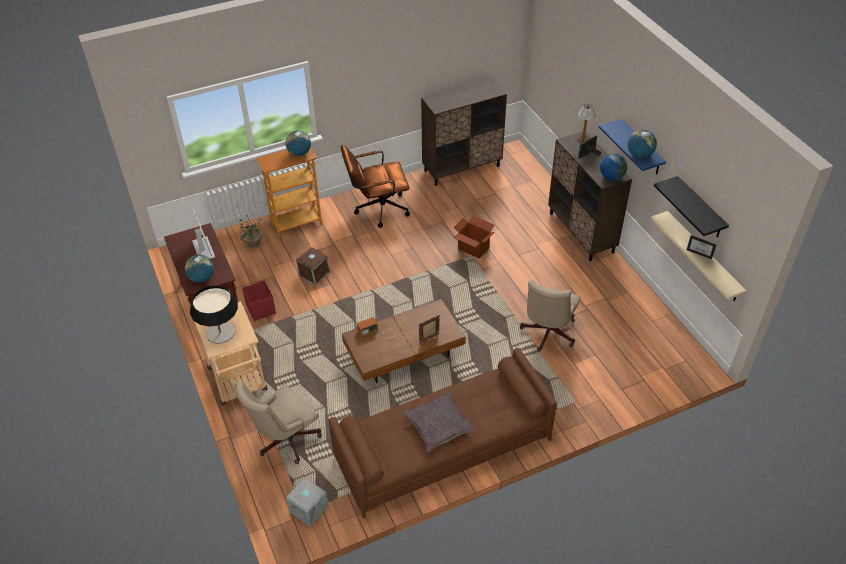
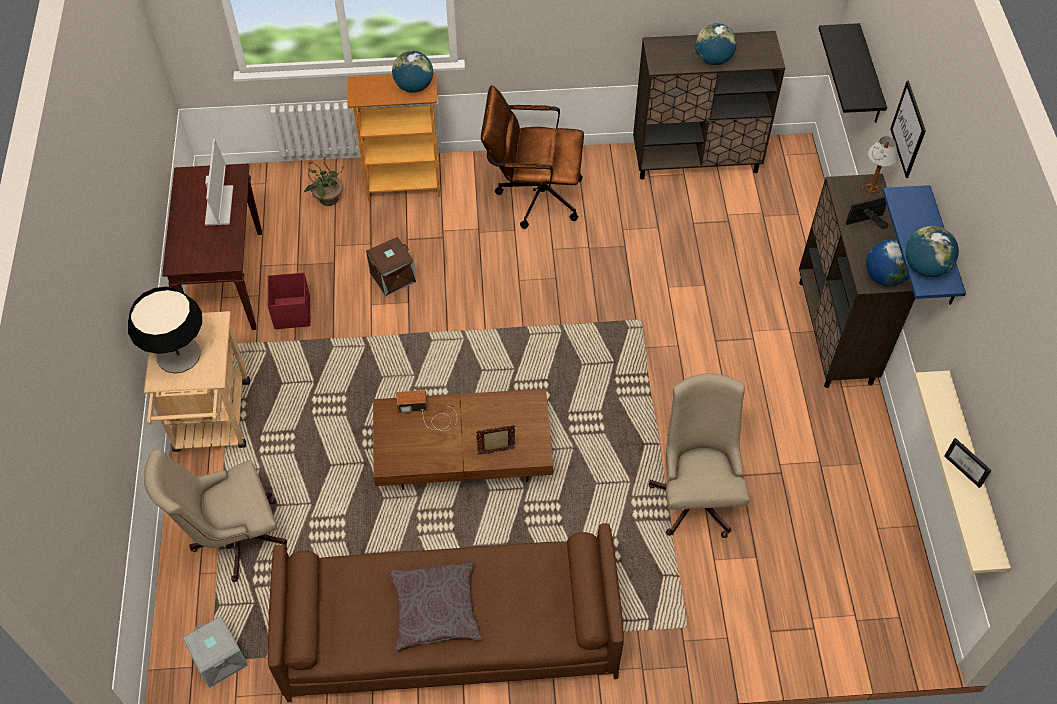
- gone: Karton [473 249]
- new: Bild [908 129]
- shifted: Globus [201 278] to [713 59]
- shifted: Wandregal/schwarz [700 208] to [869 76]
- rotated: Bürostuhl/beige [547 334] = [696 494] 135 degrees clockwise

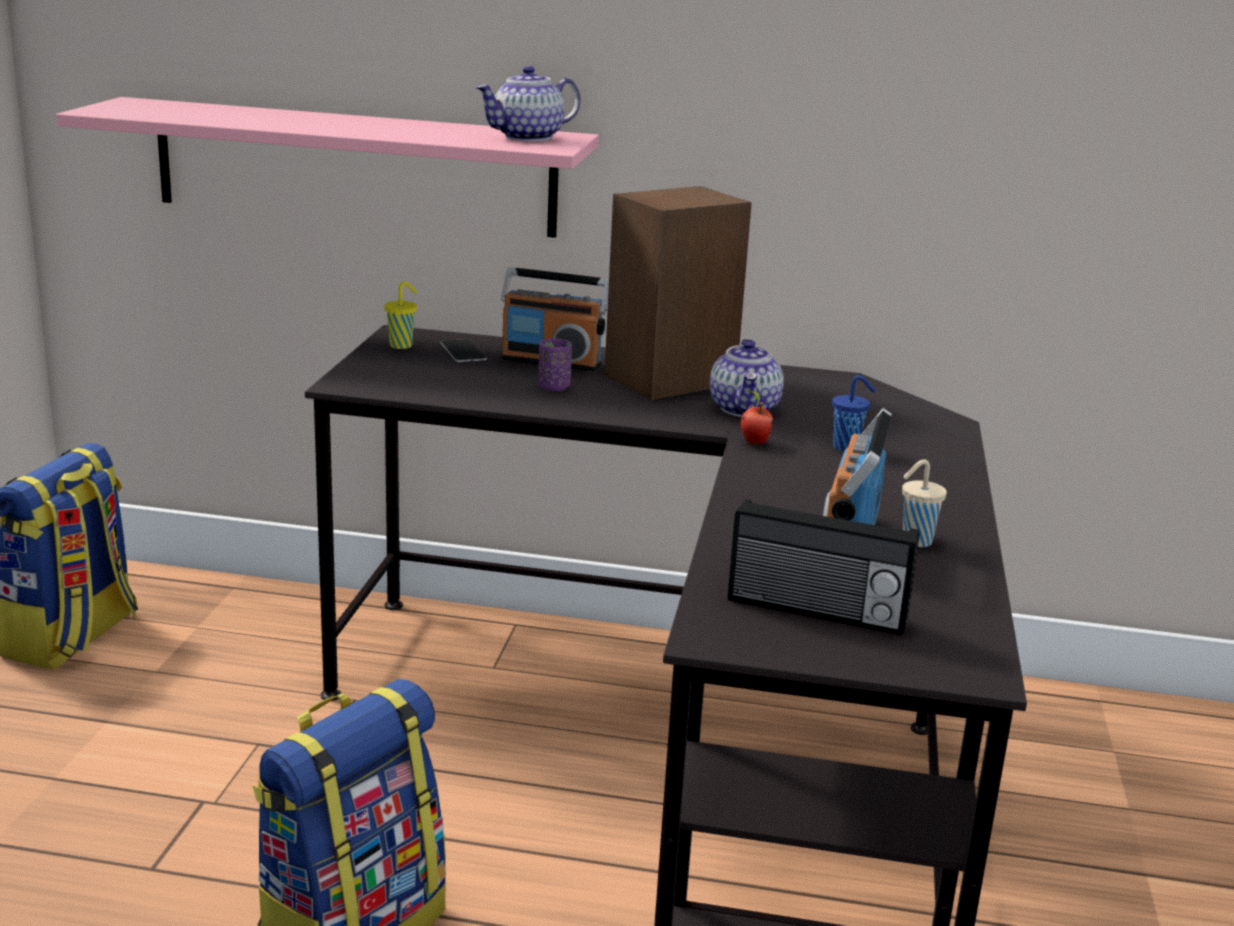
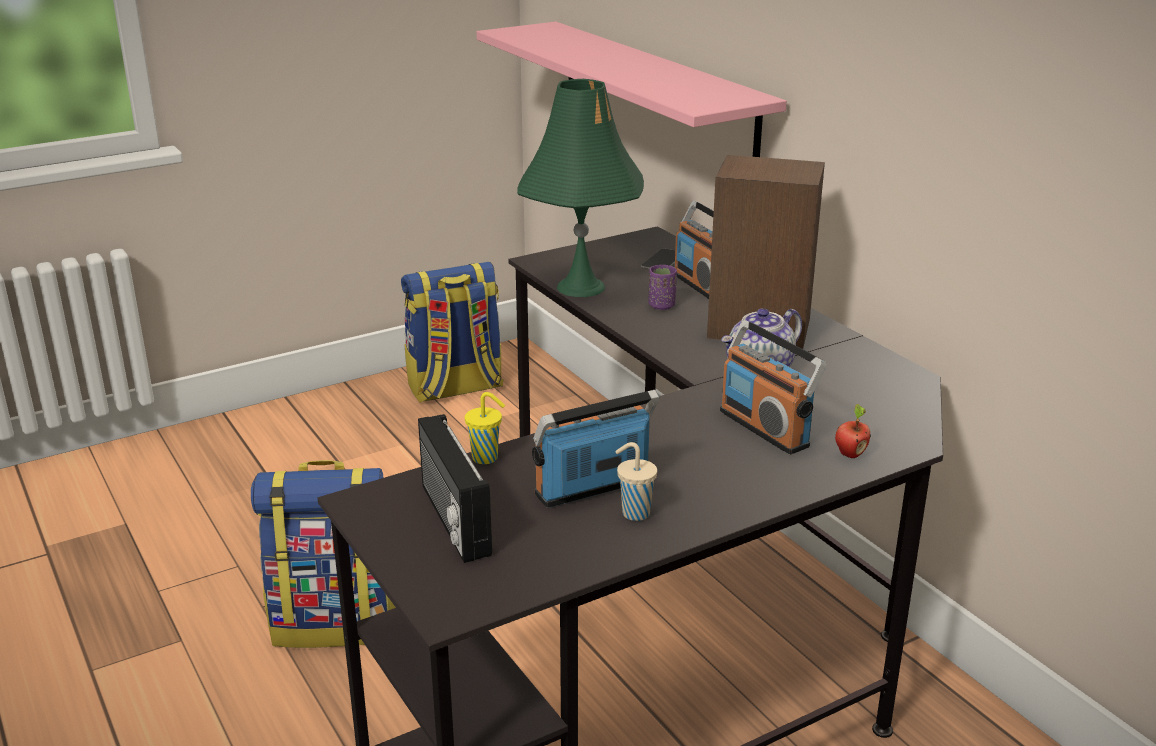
- gone: Teekanne [527 137]
- new: Tischlampe/grün [581 287]
- shifted: Tasse/gelb [402 345] to [486 458]
- shifted: Apfel [754 442] to [850 454]
- swapped: Tasse/blau [847 447] to Radio [765 428]

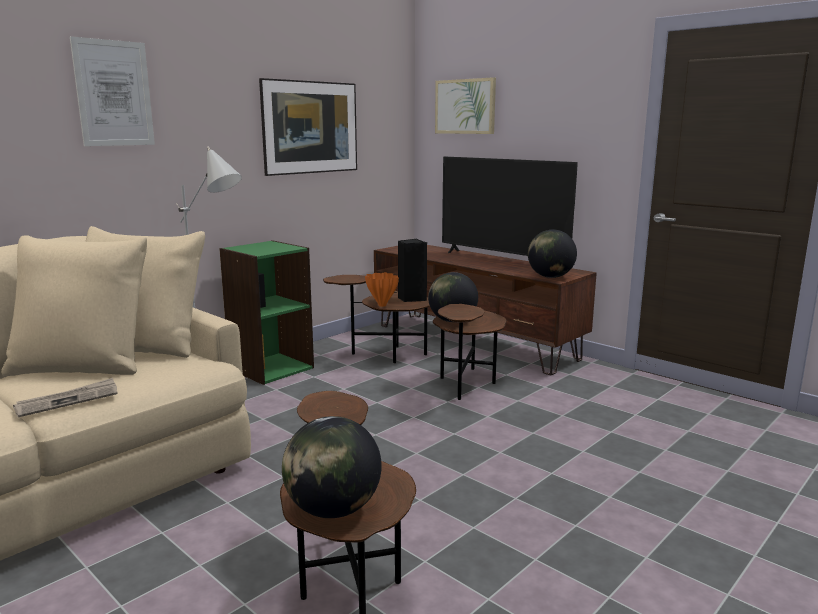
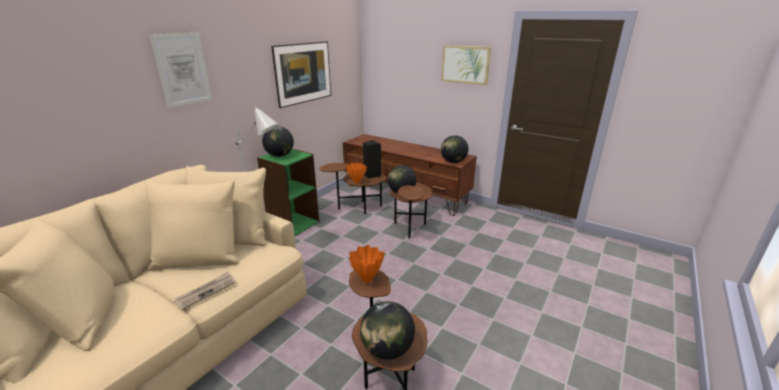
- gone: Fernseher [502 260]
- new: Globus [280 155]
- new: Vase/orange [367 280]
- shifted: Bild [465 106] to [465 64]

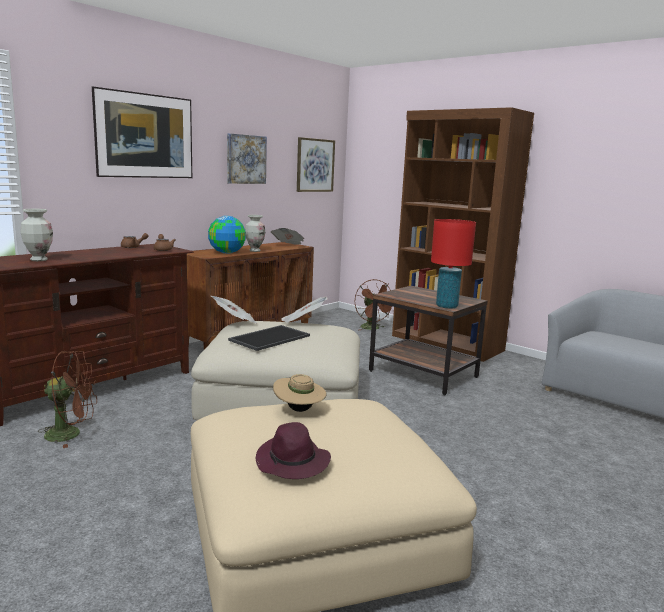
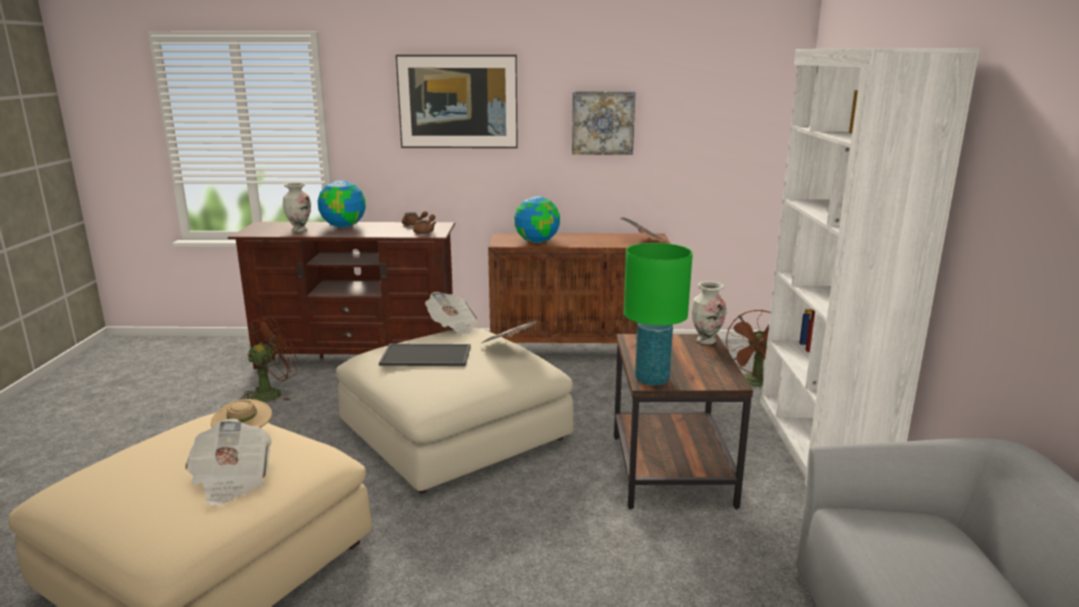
- gone: Hut/lila [293 462]
- gone: Bild [315 165]
- new: Zeitung [232 481]
- new: Globus [343 226]
- shifted: Vase [254 251] to [706 341]
- repainted: Bücherregal/braun [446 343] to Bücherregal/weiß [819 443]
- repainted: Tischlampe/rot [446 306] to Tischlampe/grün [651 379]
- rotated: Ventilator/braun [71 434] = [272 393] 90 degrees counterclockwise

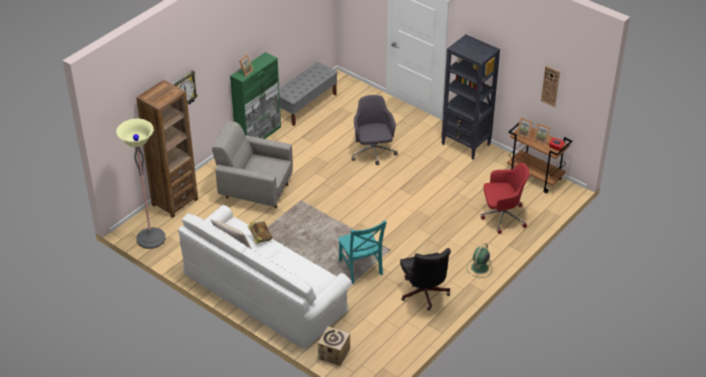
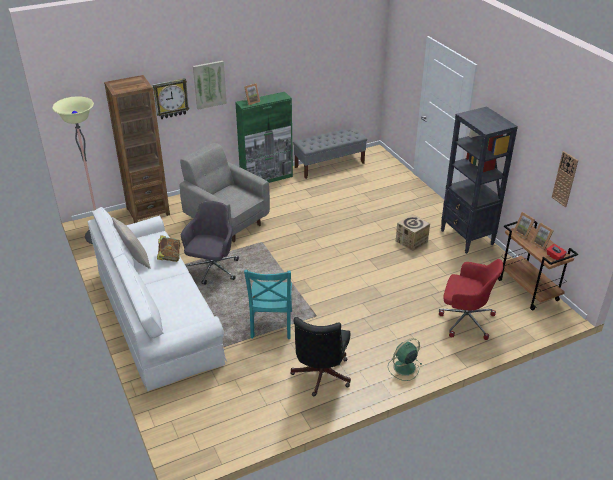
- new: Bild [209 84]
- shifted: Karton [334 354] to [411 241]
- shifted: Bürostuhl/grau [373 152] to [212 270]

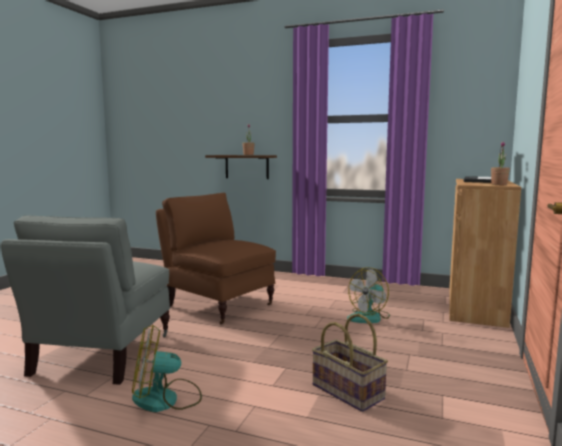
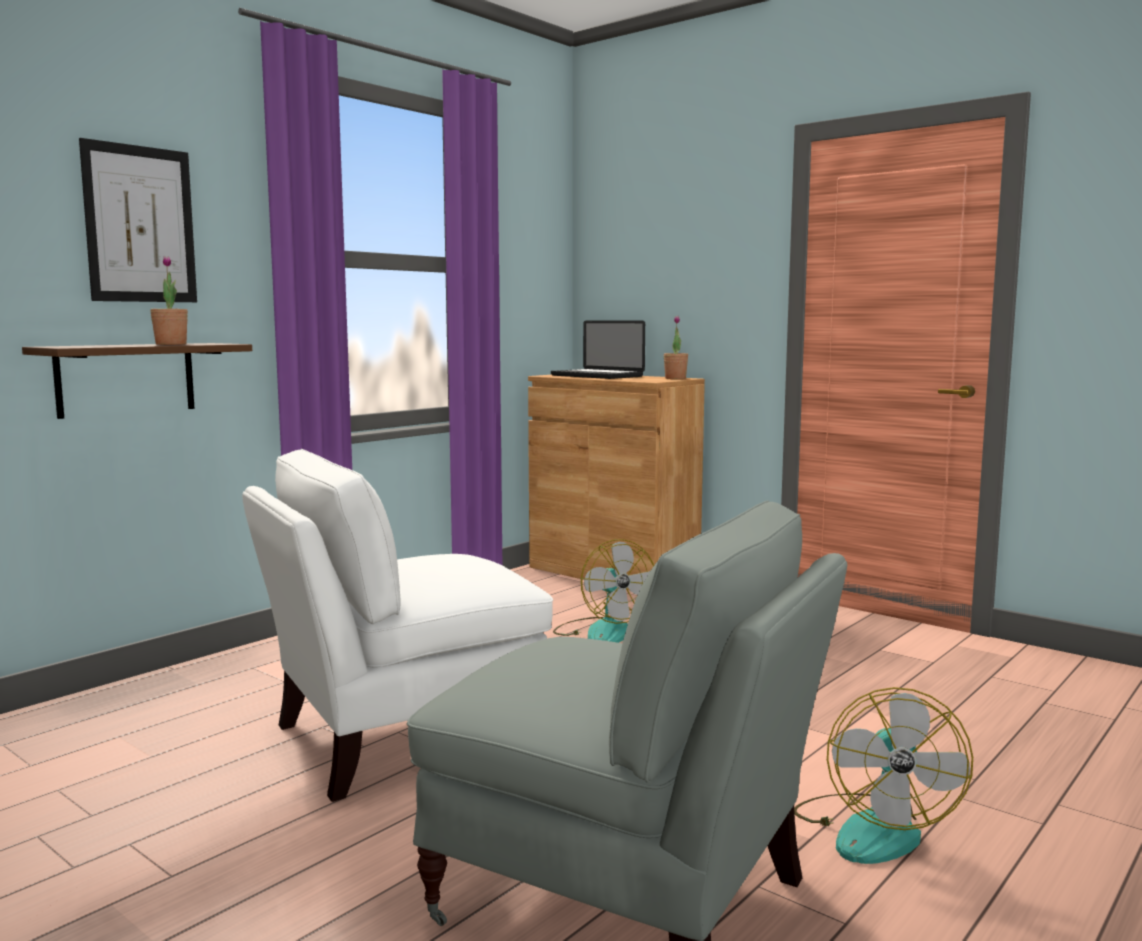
- gone: Korb [348 391]
- new: Bild [140 224]
- repainted: Sessel/braun [218 305] to Sessel/weiß [401 736]

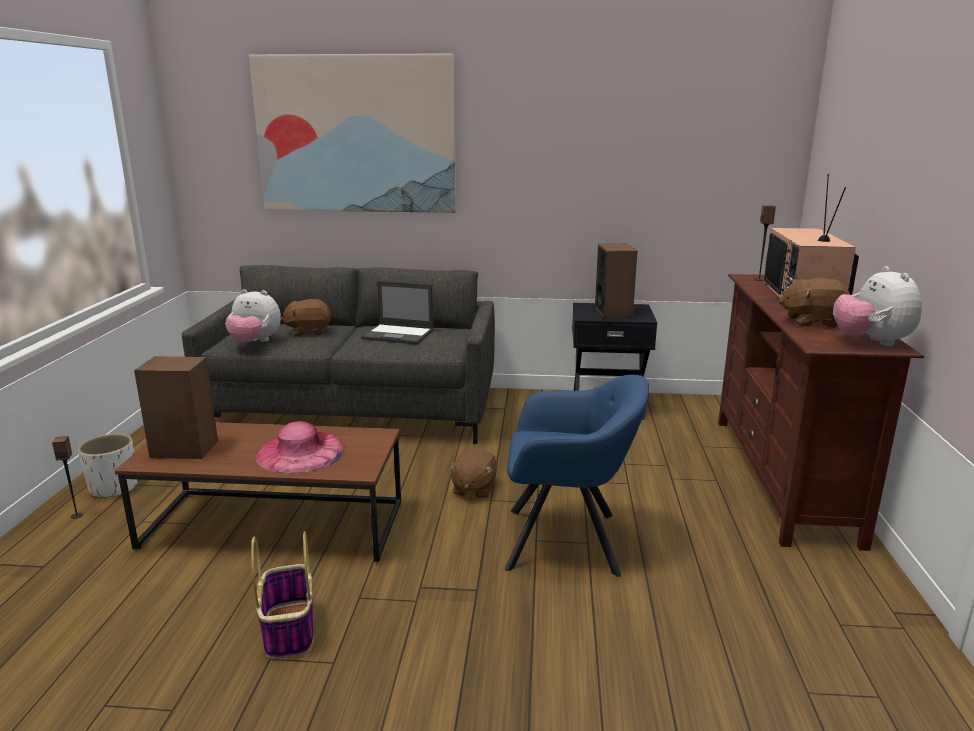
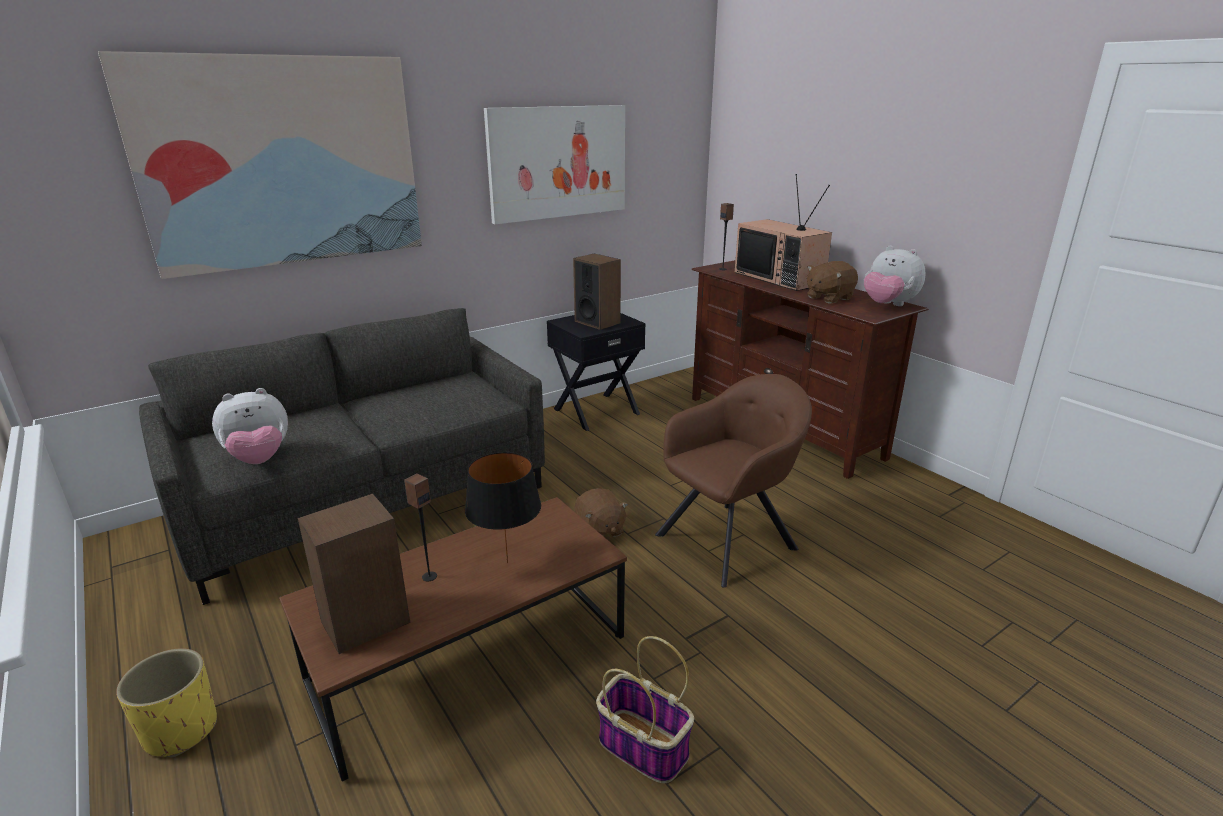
- gone: Plüschtier/braun [308 332]
- gone: Laptop [399 334]
- new: Bild [558 162]
- shifted: Lautsprecher [77 515] to [429 576]
- swapped: Hut/rosa [300 452] to Tischlampe/schwarz [507 562]
- repainted: Pflanzkübel/weiß [114 488] to Pflanzkübel/gelb [181 730]
- repainted: Sessel/blau [568 541] to Sessel/braun [730 539]

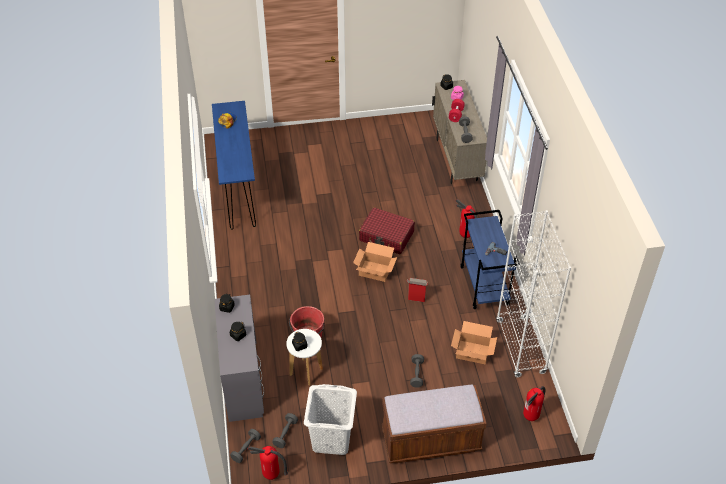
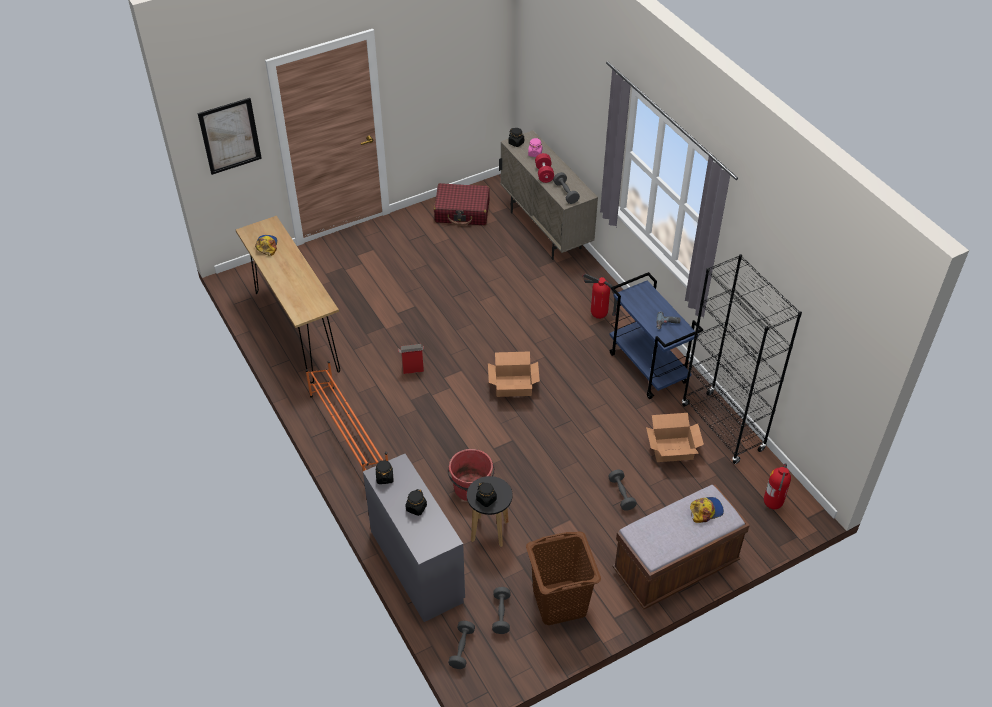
- gone: Feuerlöscher [271 475]
- new: Bild [230 136]
- new: Schuhregal/orange [349 435]
- new: Kappe [706 511]
- shifted: Koffer/rot [386 236] to [462 211]
- shifted: Karton [416 299] to [412 371]
- repainted: Konsolentisch/blau [238 189] to Konsolentisch/braun [296 331]
- repainted: Hocker/weiß [306 372] to Hocker/schwarz [490 531]
- repainted: Wäschekorb/weiß [331 439] to Wäschekorb/braun [559 603]
- repainted: Bücherregal/weiß [520 347] to Bücherregal/schwarz [722 428]

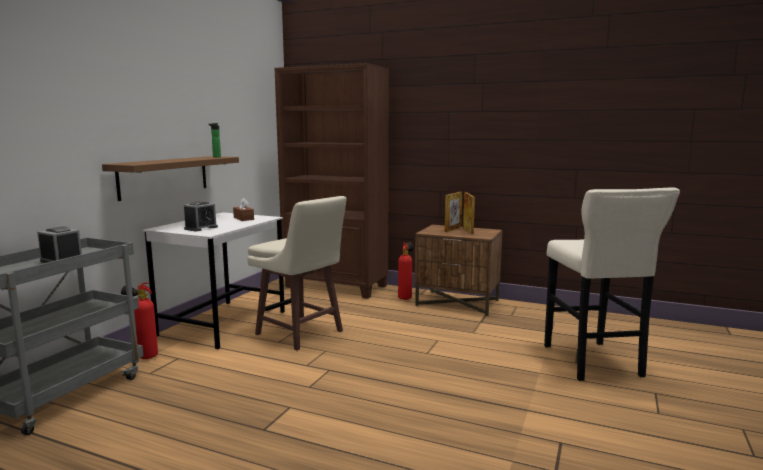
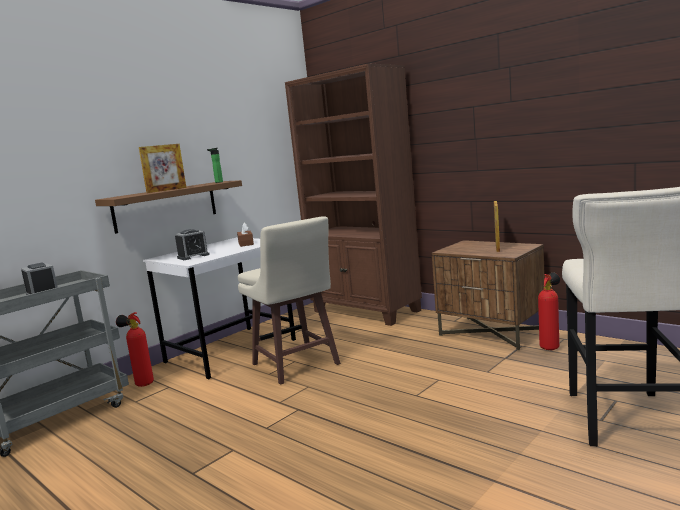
- shifted: Feuerlöscher [405 298] to [550 347]
- shifted: Bilderrahmen [453 229] to [166 190]

